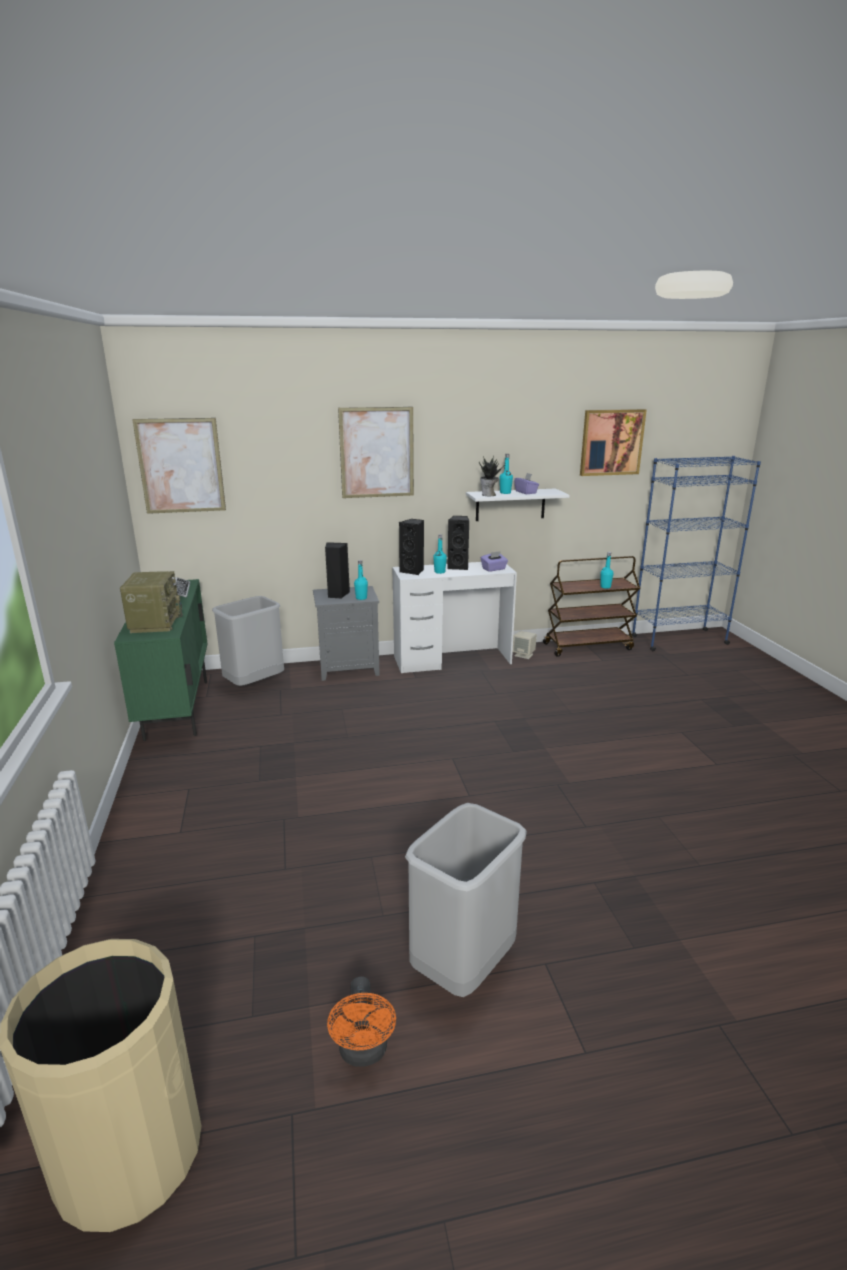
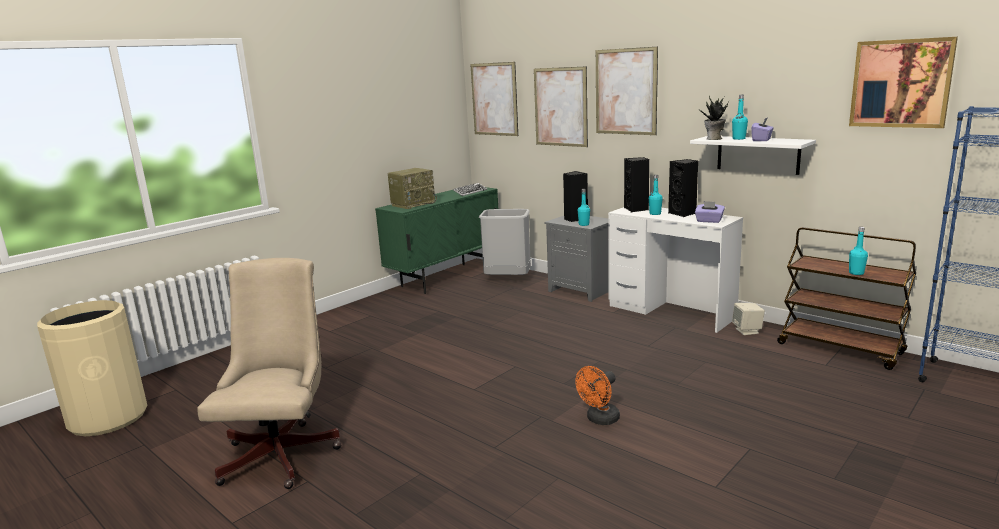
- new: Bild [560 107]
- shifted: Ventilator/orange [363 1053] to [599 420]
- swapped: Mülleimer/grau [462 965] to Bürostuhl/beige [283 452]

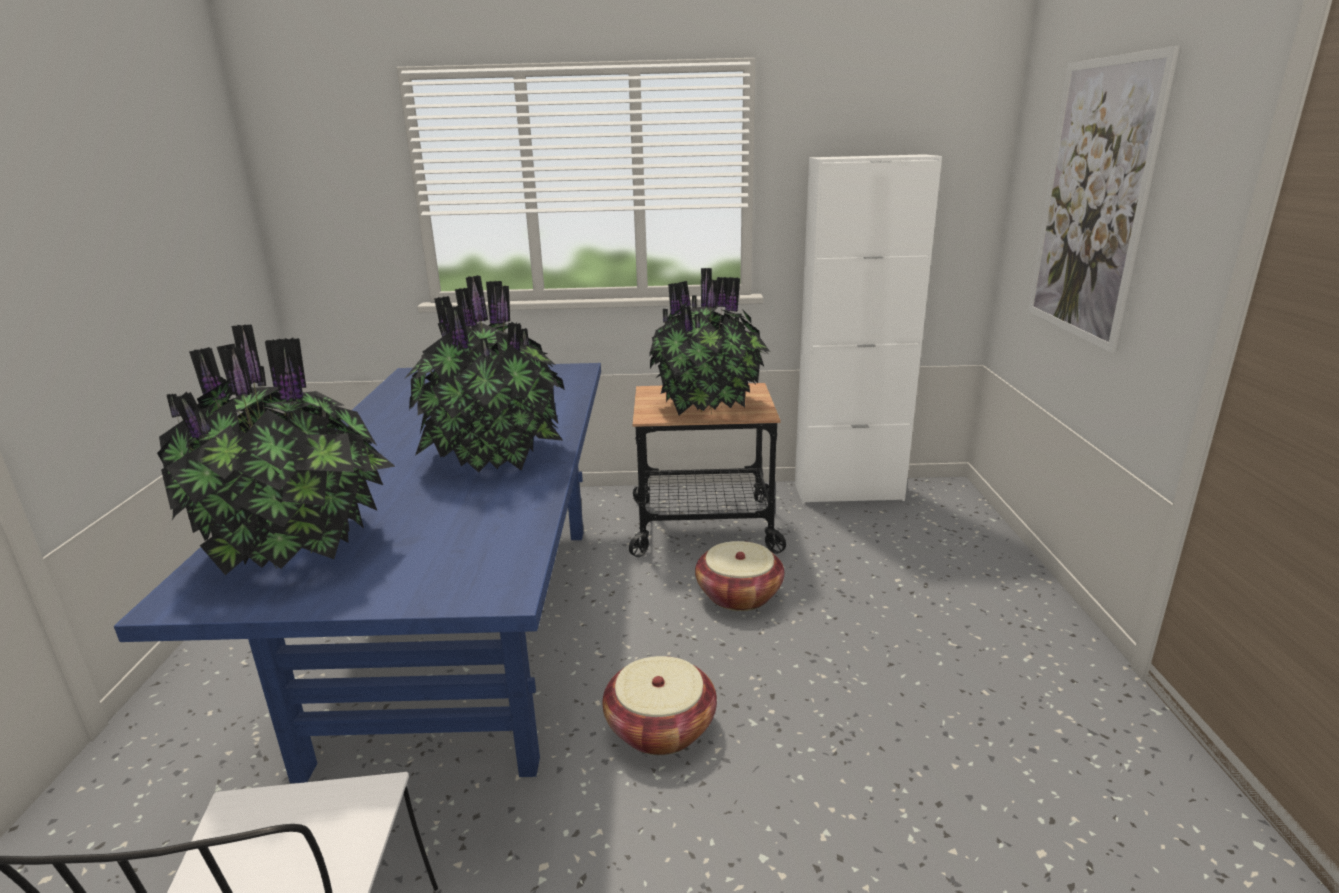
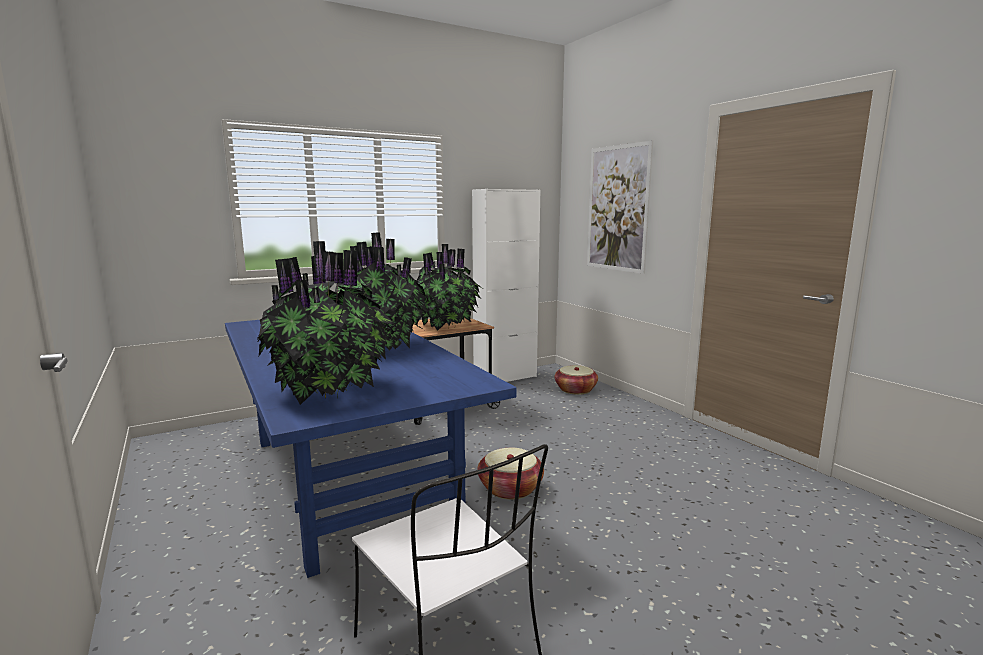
- shifted: Korb [739 594] to [575 390]

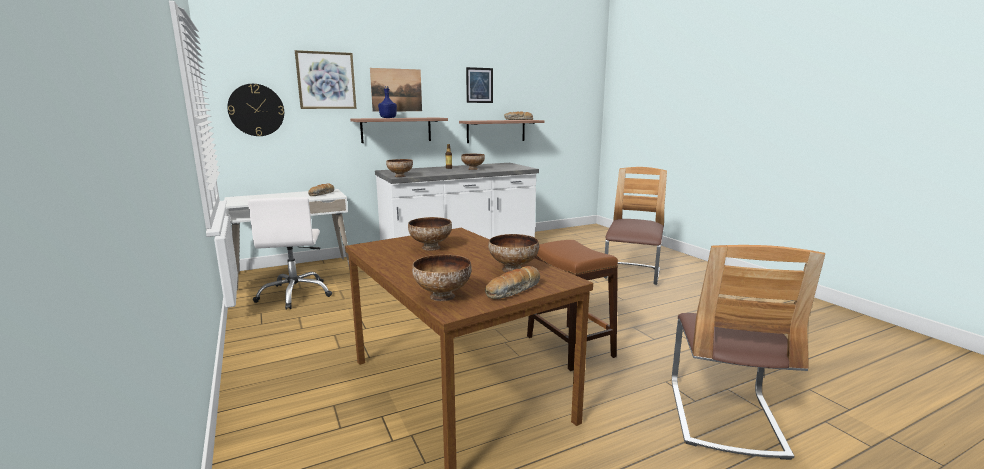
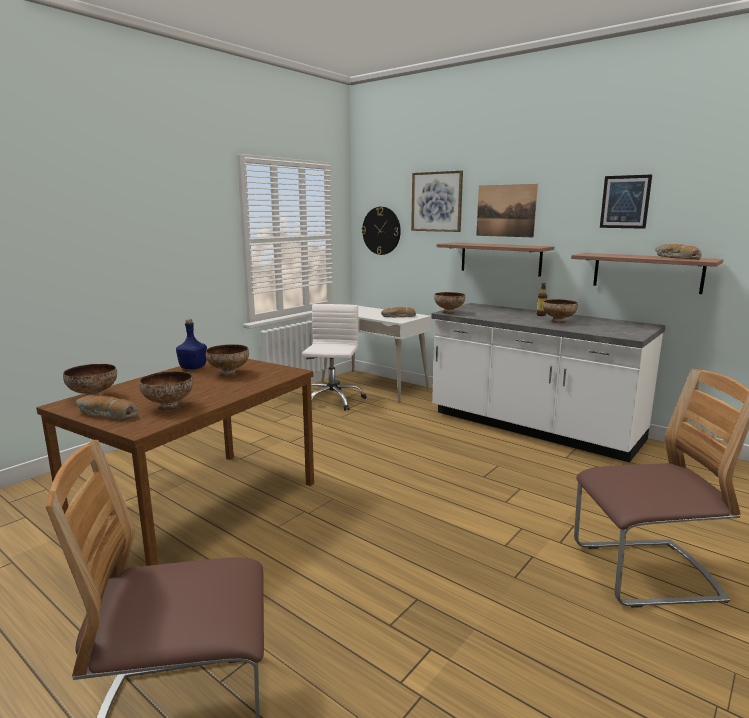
- gone: Hocker/braun [570 346]
- shifted: Flasche/blau [388 118] to [192 367]
- rotated: Bürostuhl/weiß [295 294] = [332 400] 135 degrees clockwise

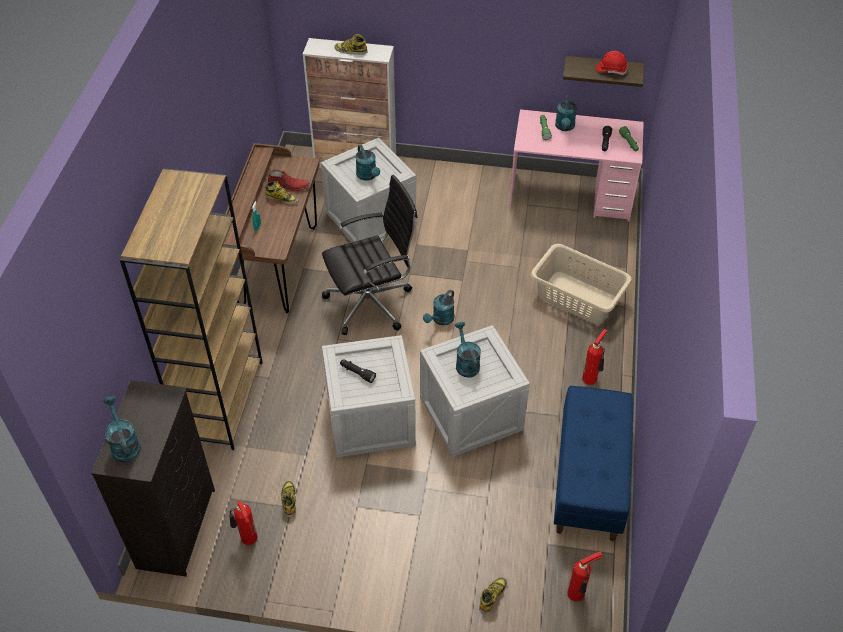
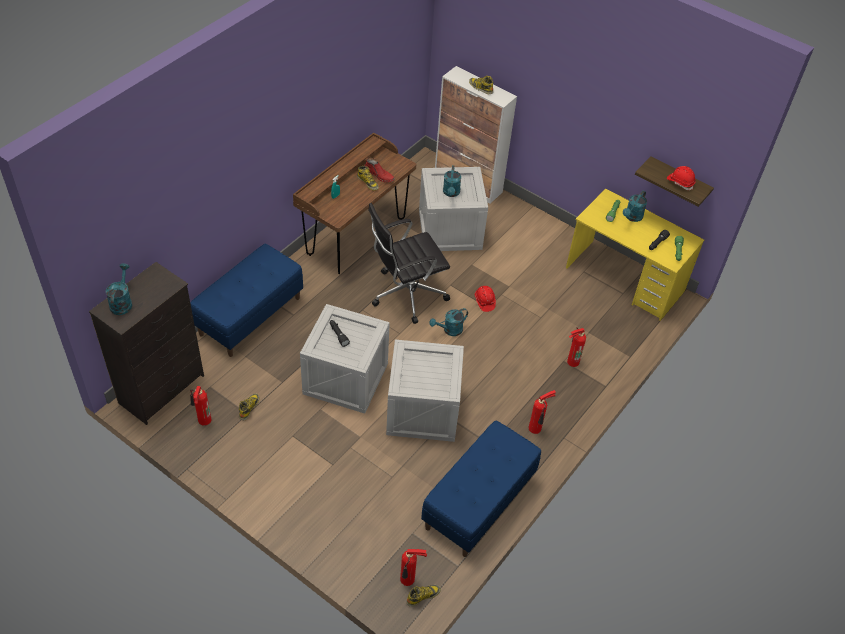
- gone: Gießkanne/türkis [466 363]
- new: Schutzhelm/rot [484 302]
- shifted: Stiefel [492 596] to [423 596]
- swapped: Bücherregal/braun [221 400] to Bank/blau [250 315]
- swapped: Wäschekorb/beige [577 297] to Feuerlöscher [571 361]
- repainted: Schreibtisch/rosa [570 196] to Schreibtisch/gelb [624 280]
- rotated: Bürostuhl/schwarz [372 303] = [406 294] 150 degrees clockwise

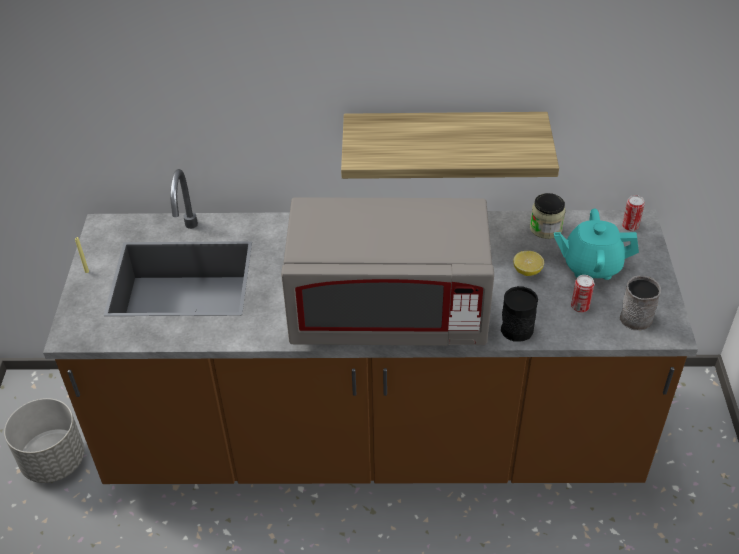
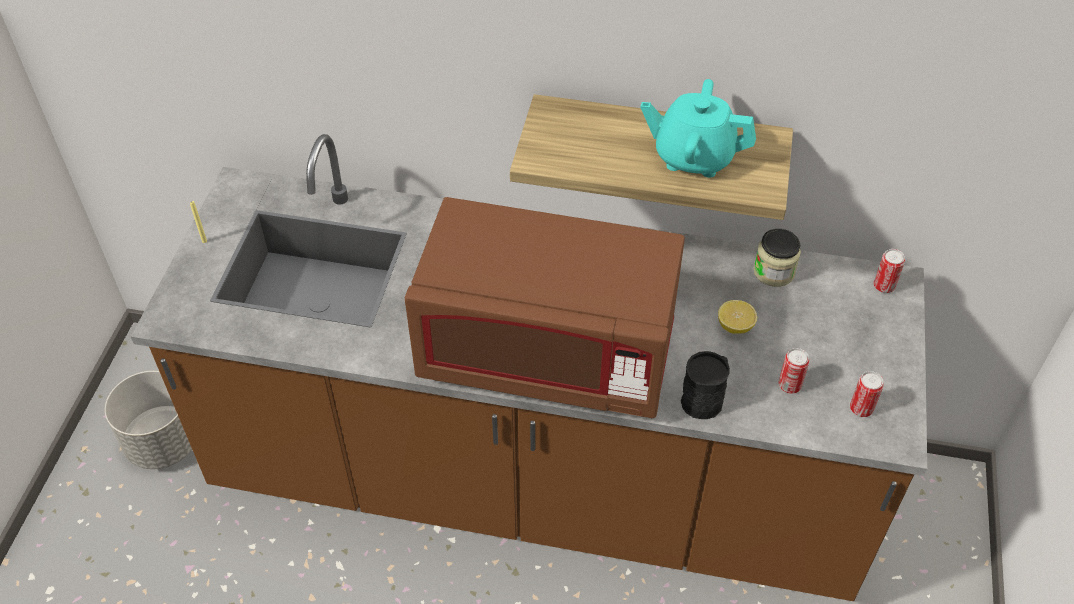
- shifted: Teekanne/türkis [591 265] to [693 157]
- swapped: Henkelbecher/grau [637 315] to Dose [861 408]
- repainted: Mikrowelle/grau [389 313] to Mikrowelle/braun [548 355]

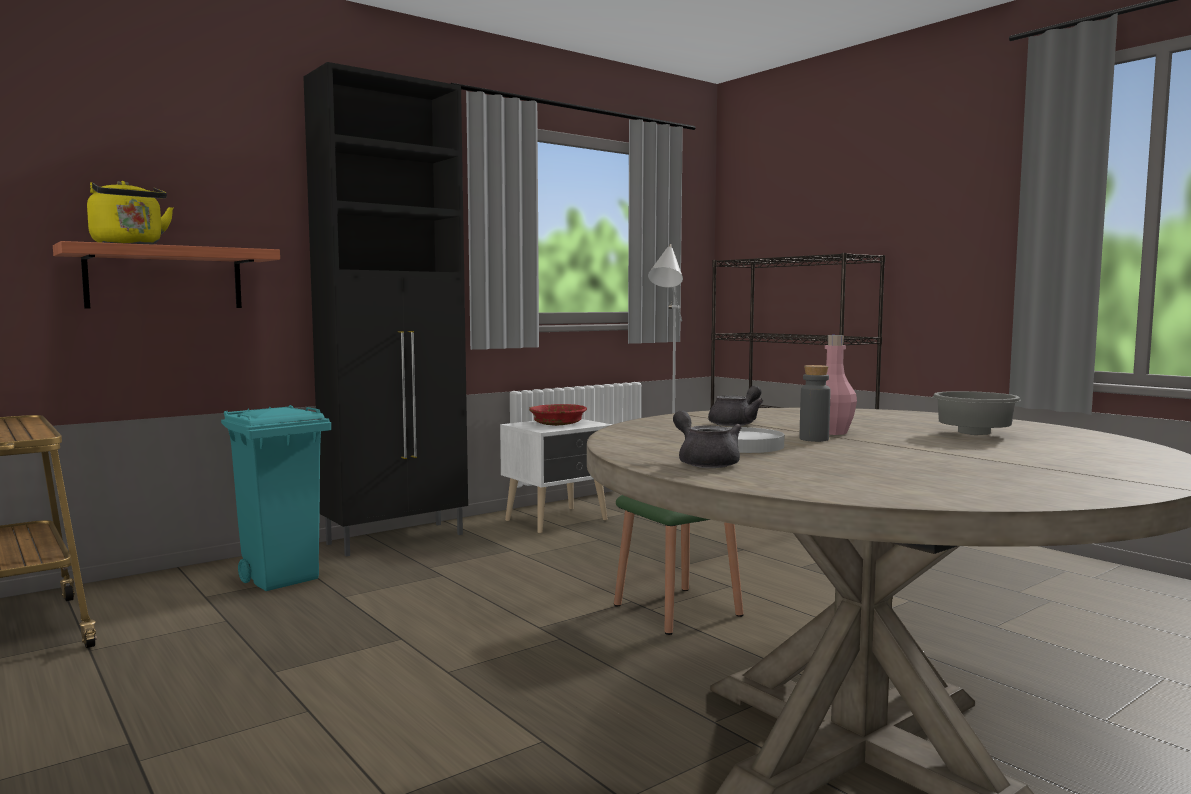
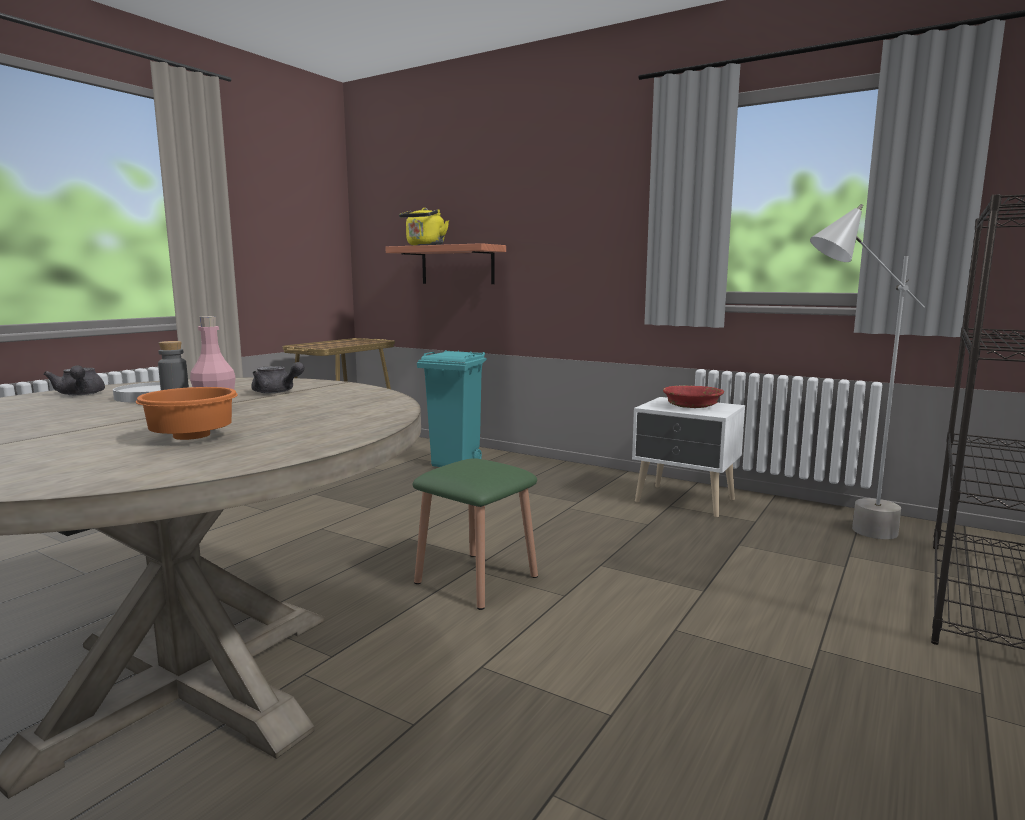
- gone: Schrank/schwarz [398 539]
- repainted: Schüssel/grau [974 434] to Schüssel/orange [194 437]
- rotated: Teekanne/grau [705 462] = [80 394] 105 degrees clockwise

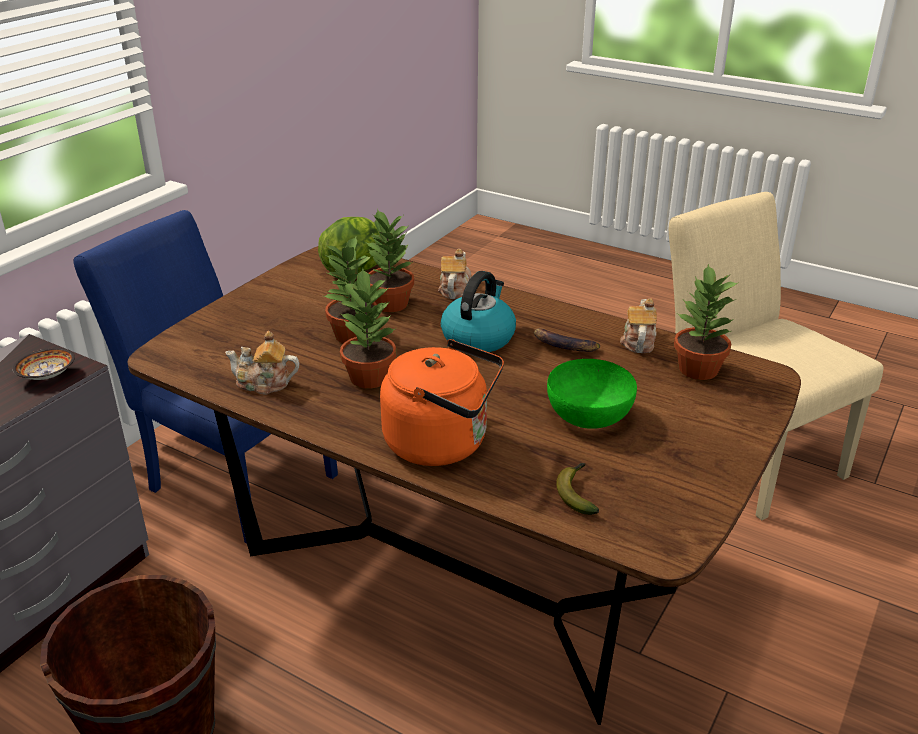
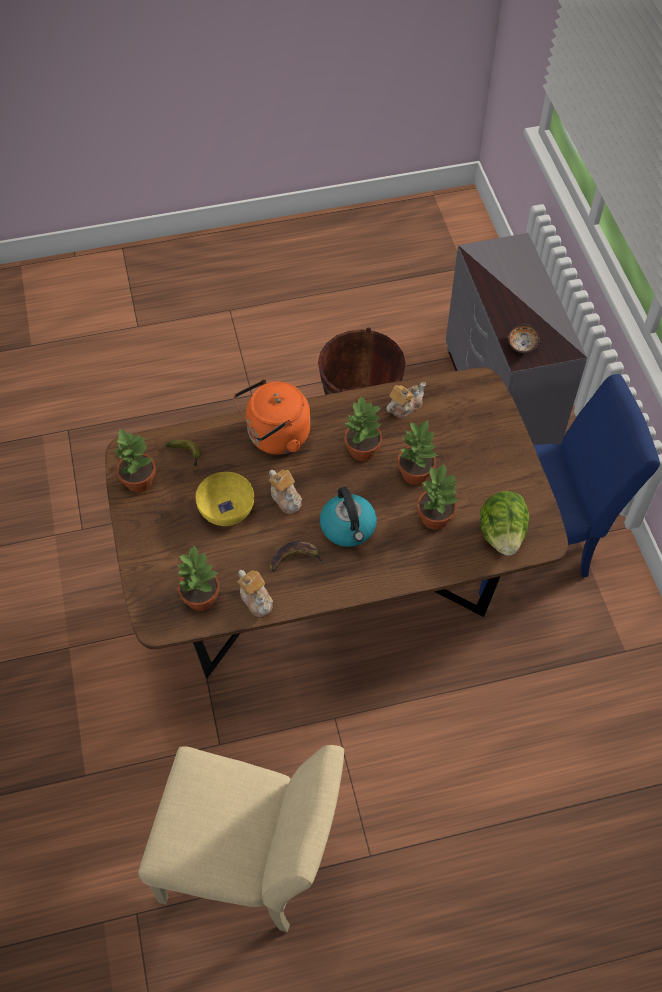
- new: Topfpflanze [138 480]
- shifted: Teekanne [455 290] to [286 498]
- repainted: Schüssel/grün [590 415] to Schüssel/gelb [226 510]

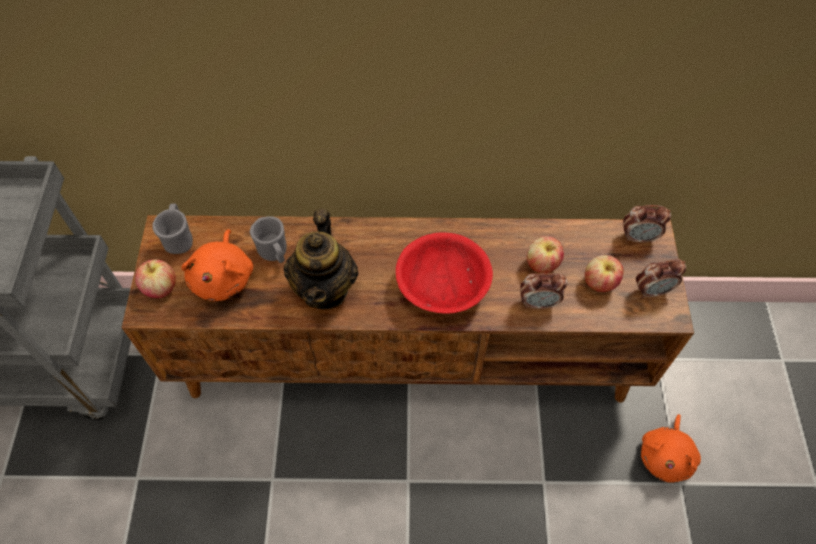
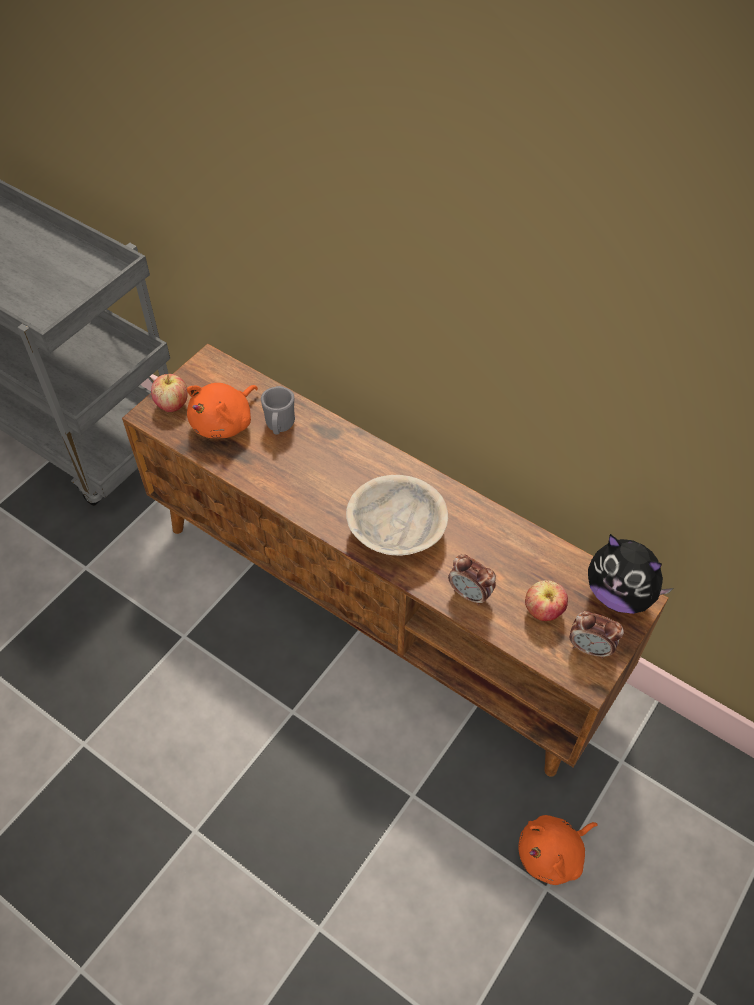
- gone: Henkelbecher/grau [179 239]
- gone: Teekanne [325 288]
- gone: Apfel [541 264]
- swapped: Wecker [638 237] to Plüschtier [619 594]
- repainted: Schüssel/rot [442 286] to Schüssel/beige [396 530]

